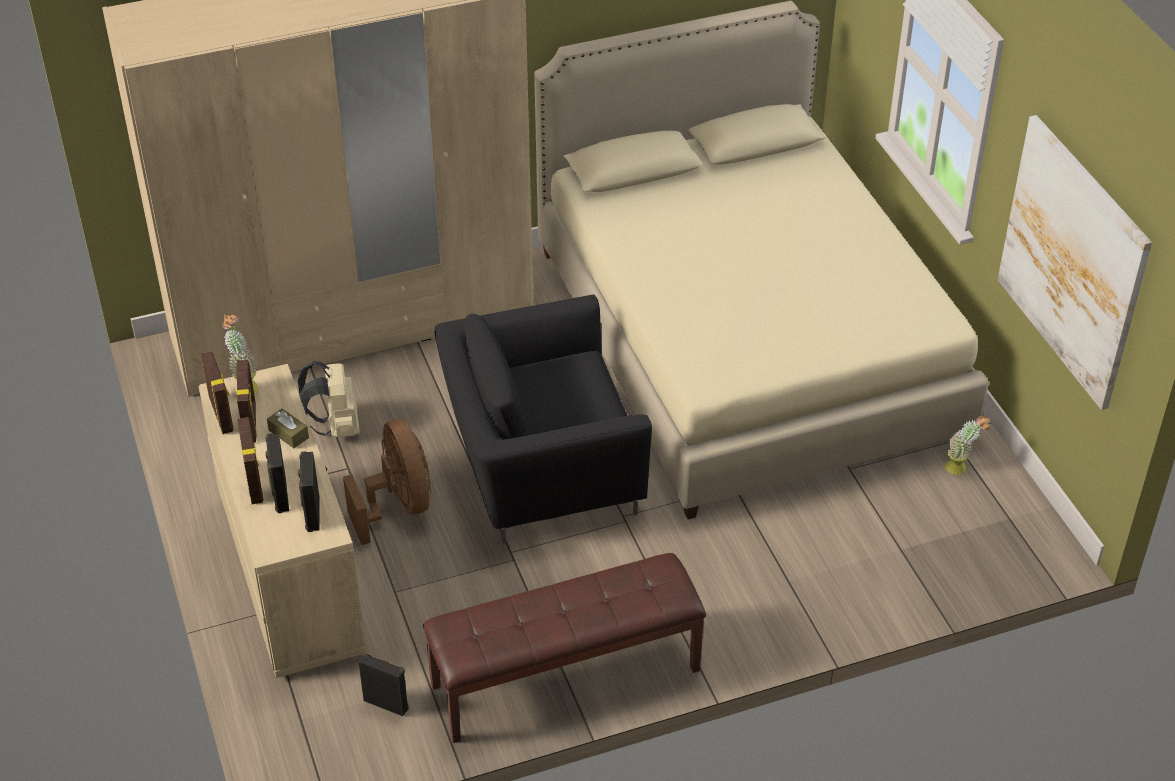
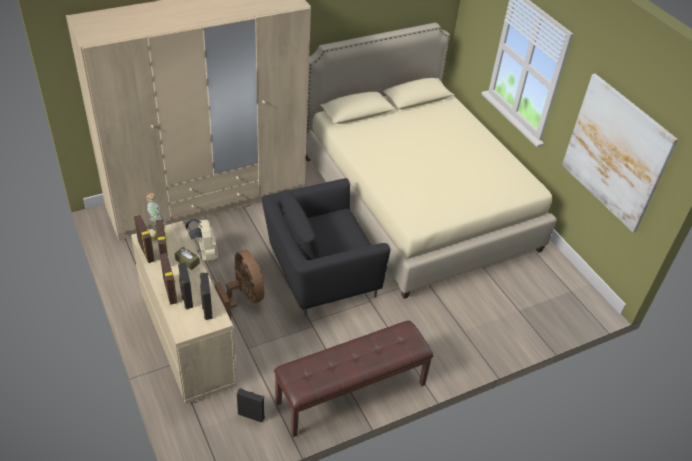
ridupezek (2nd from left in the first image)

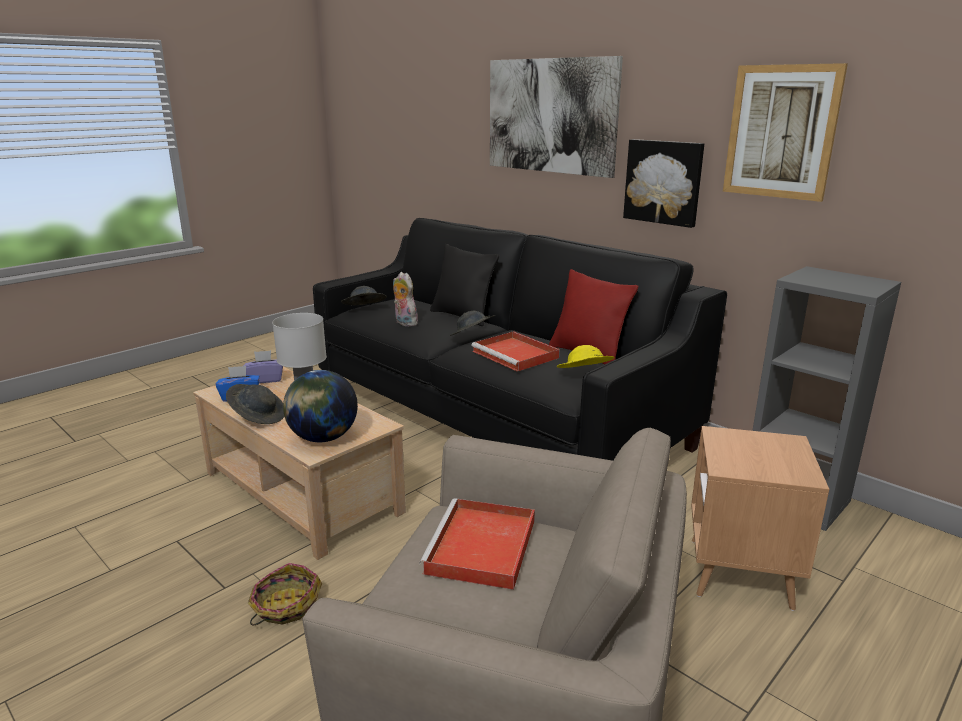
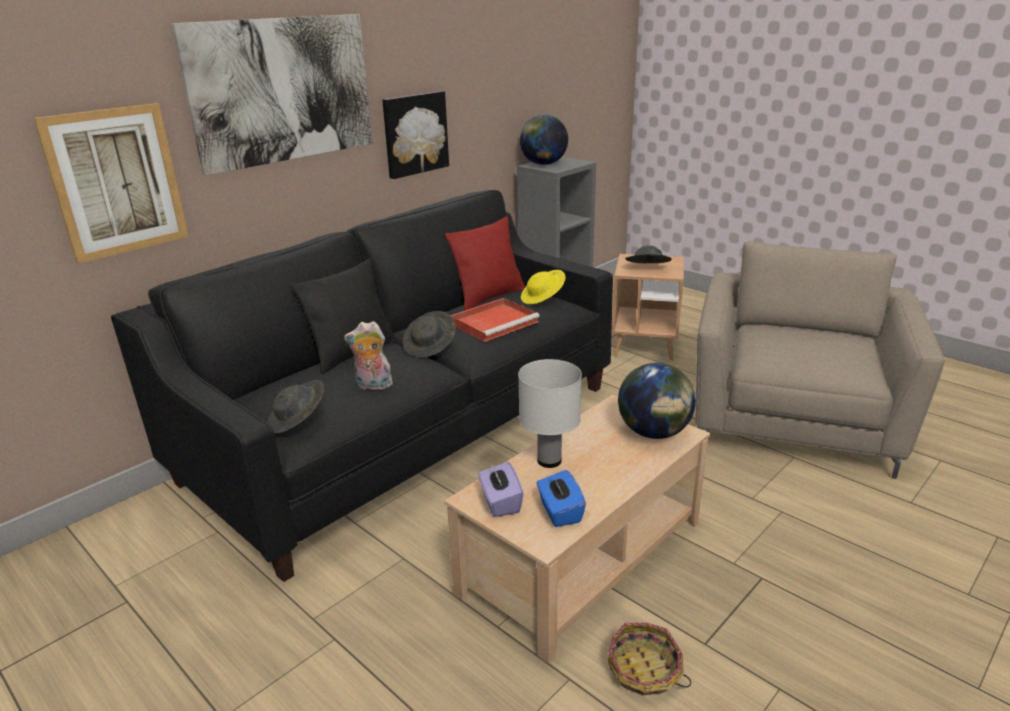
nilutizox (1st from left); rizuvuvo; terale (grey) (3rd from left); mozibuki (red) (1st from left in the first image); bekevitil; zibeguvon (1st from left)

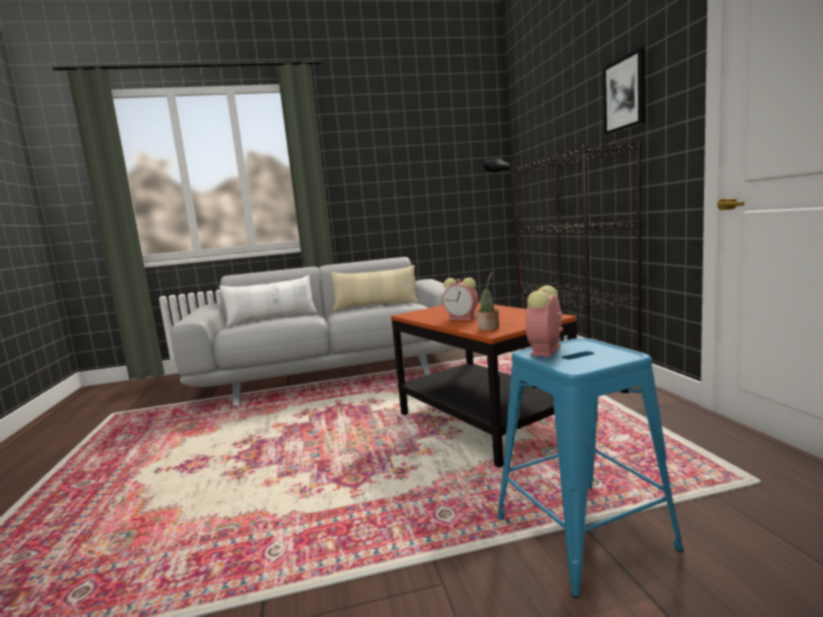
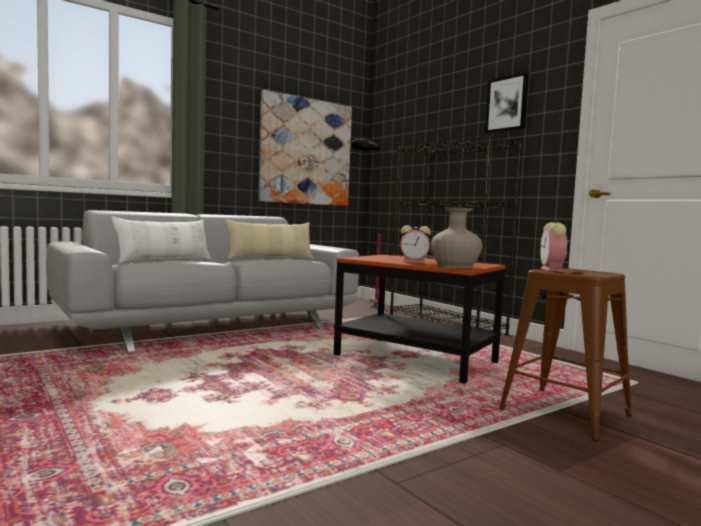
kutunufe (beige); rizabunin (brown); nilutizox (1st from left)

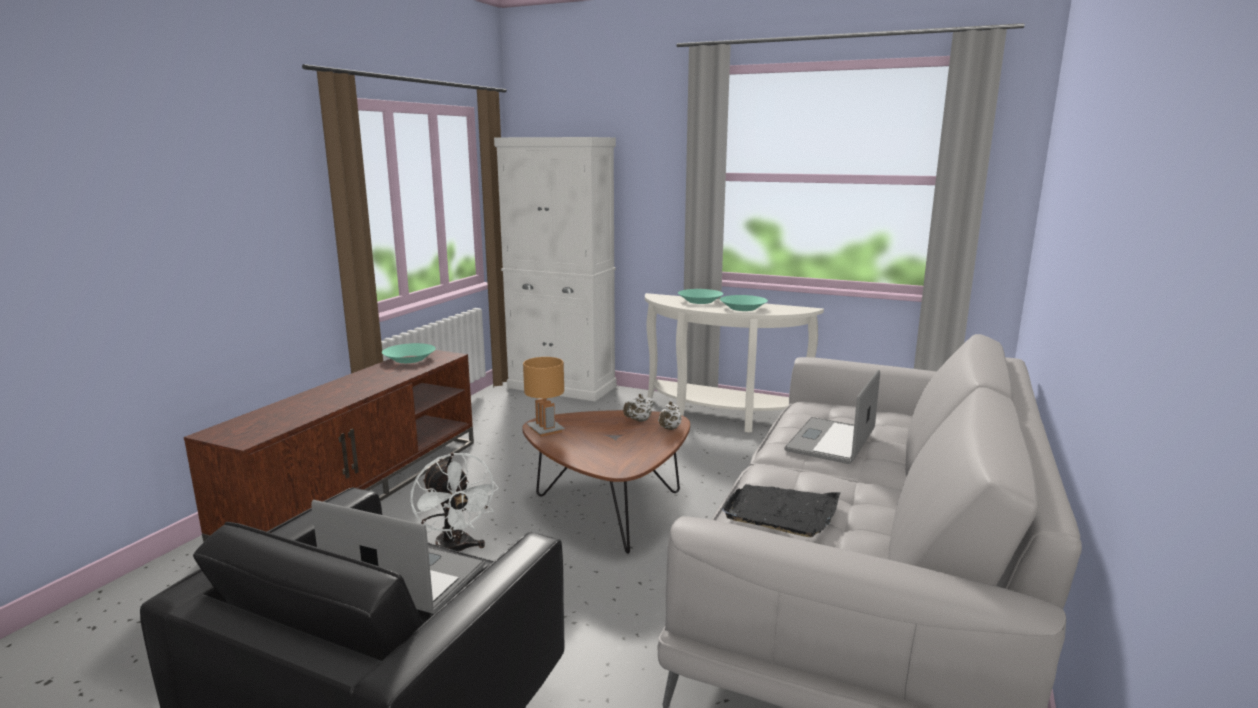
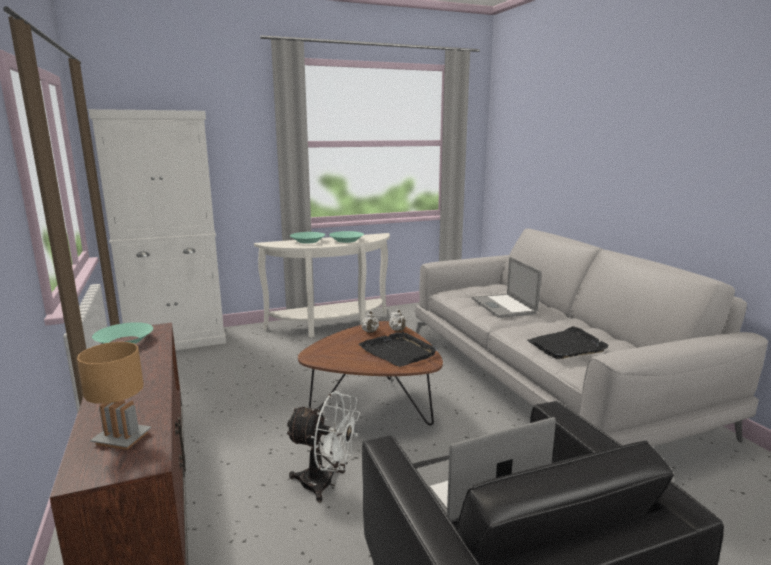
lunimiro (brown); mozibuki (black) (1st from left)

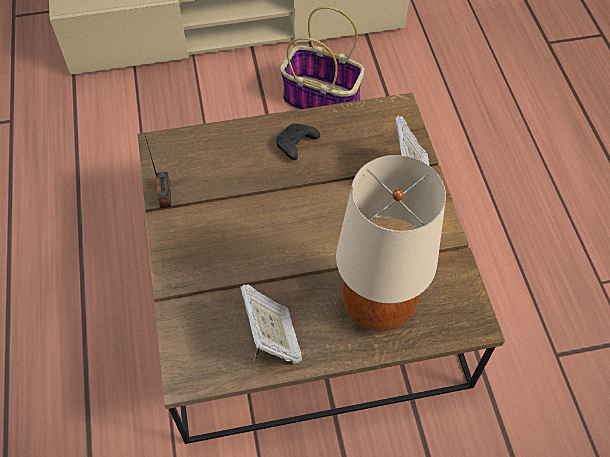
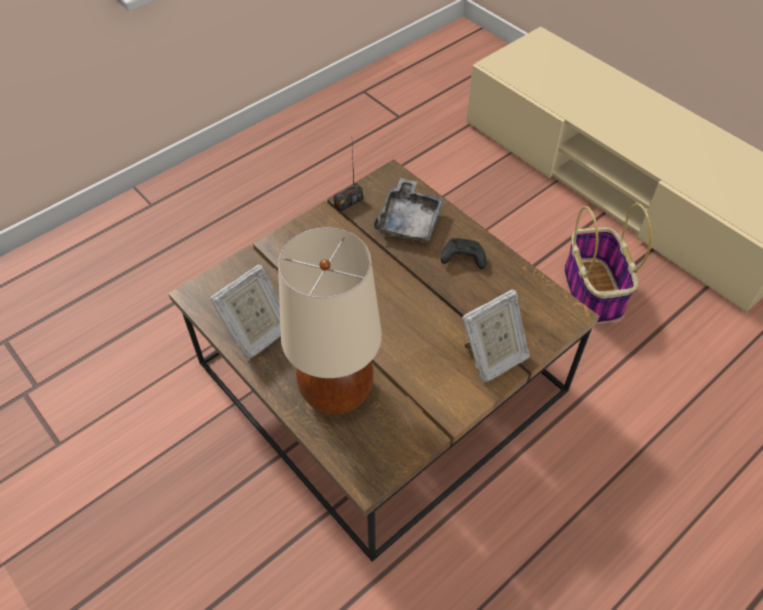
mozibuki (grey)

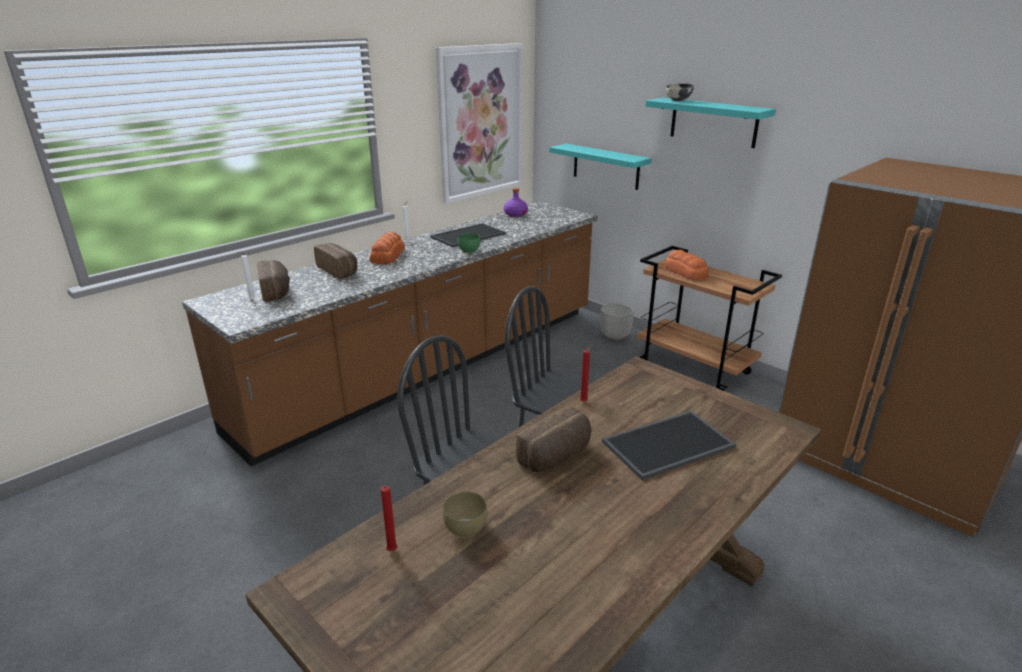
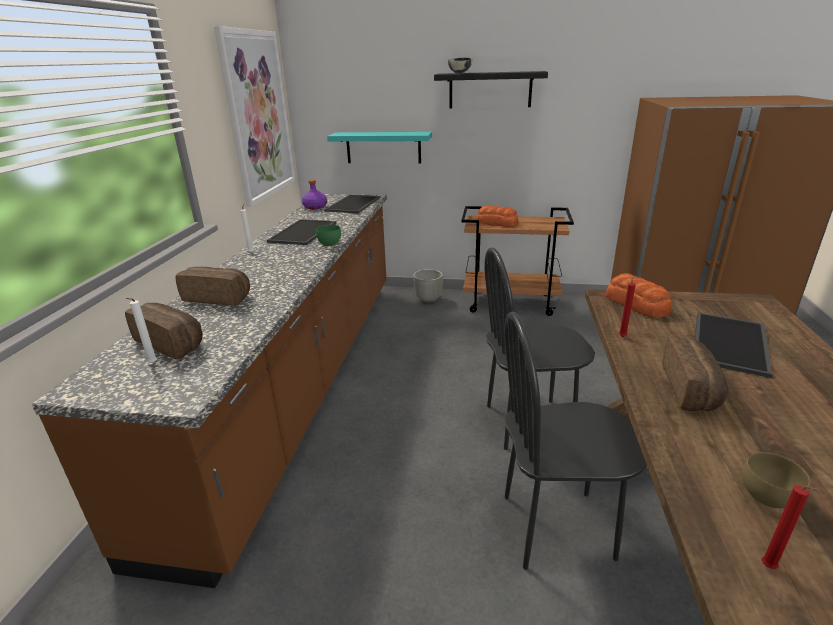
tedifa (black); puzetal (4th from left); mozibuki (2nd from left)

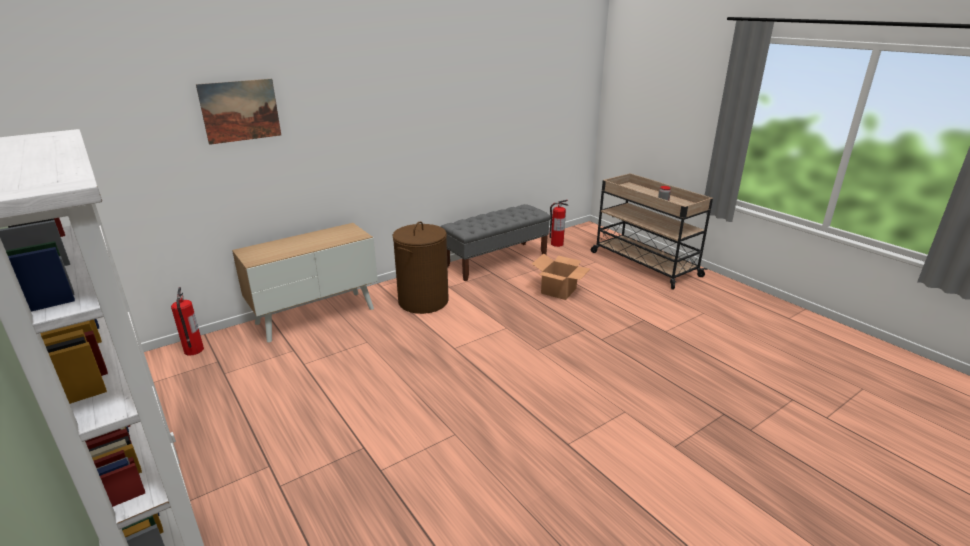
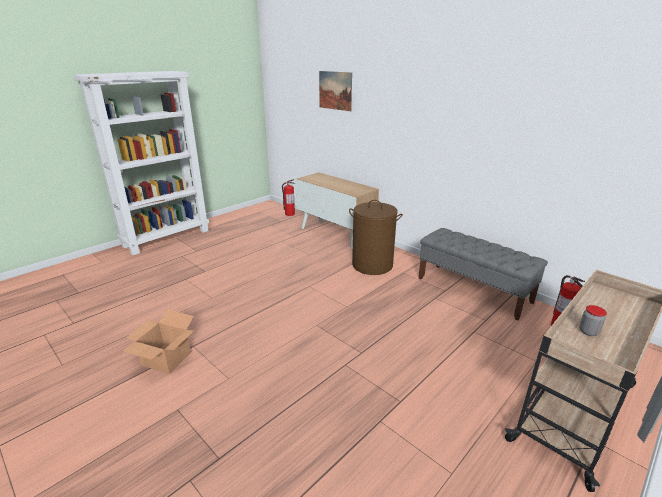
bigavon

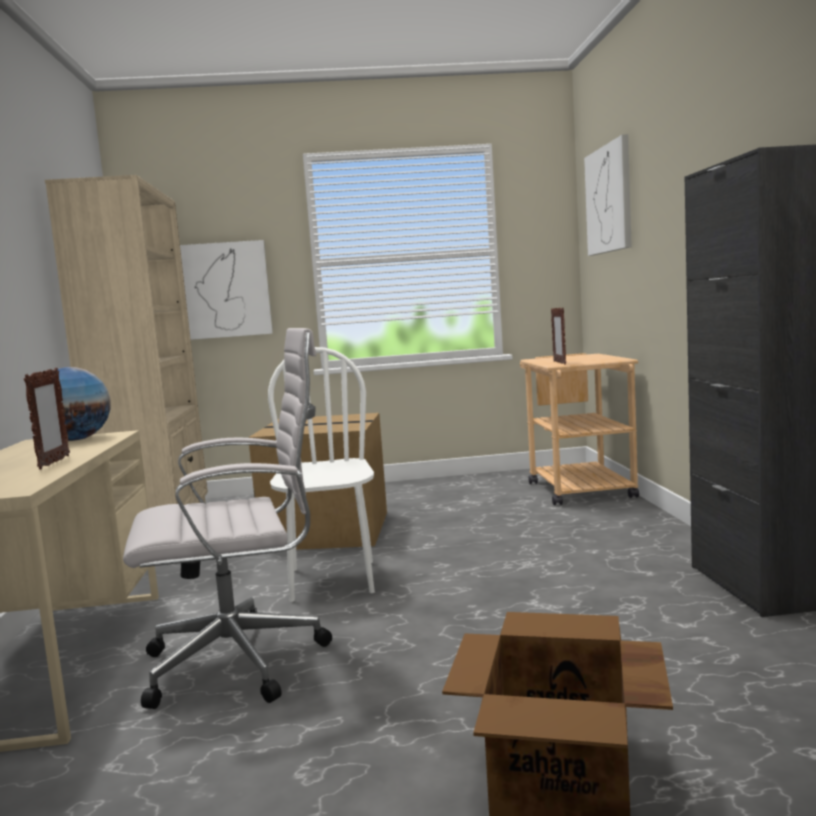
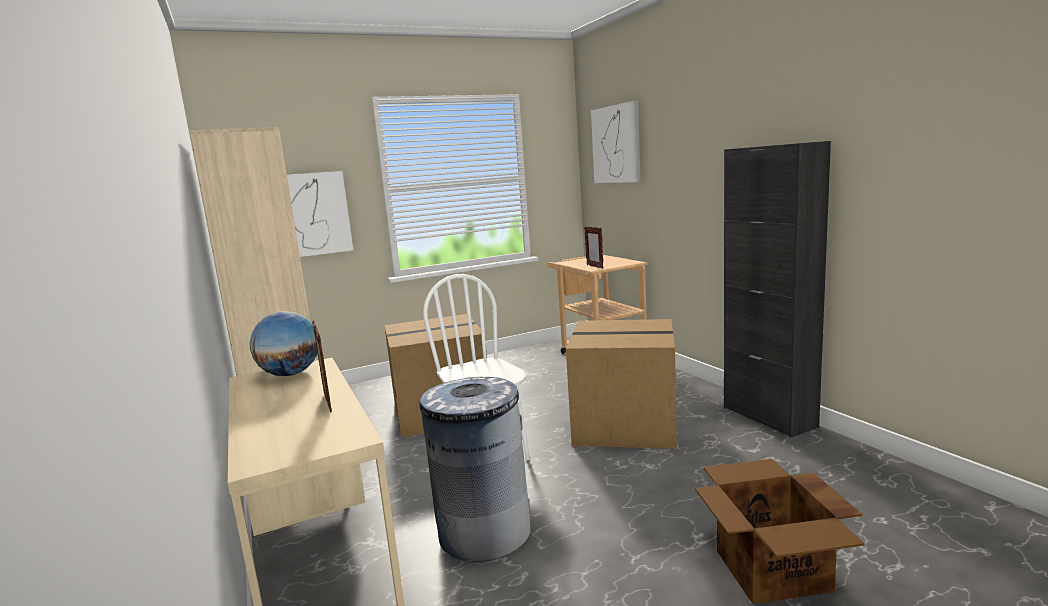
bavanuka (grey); bigavon (2nd from left)

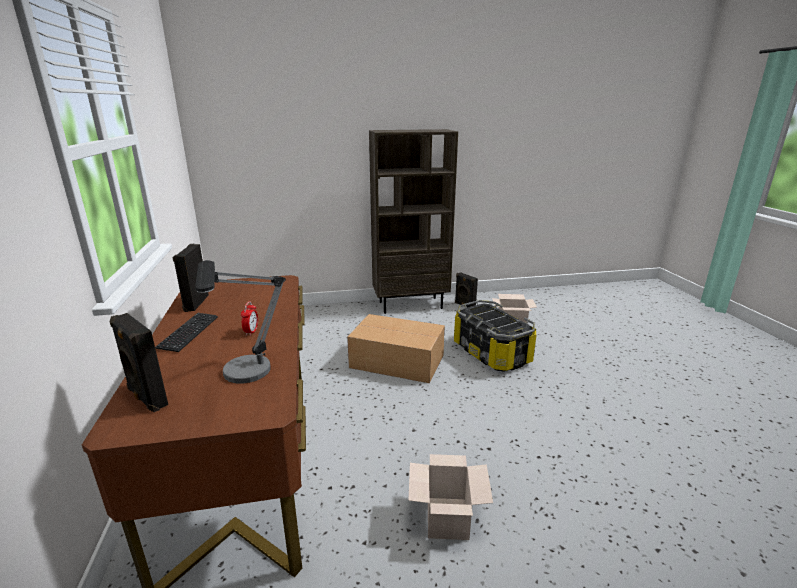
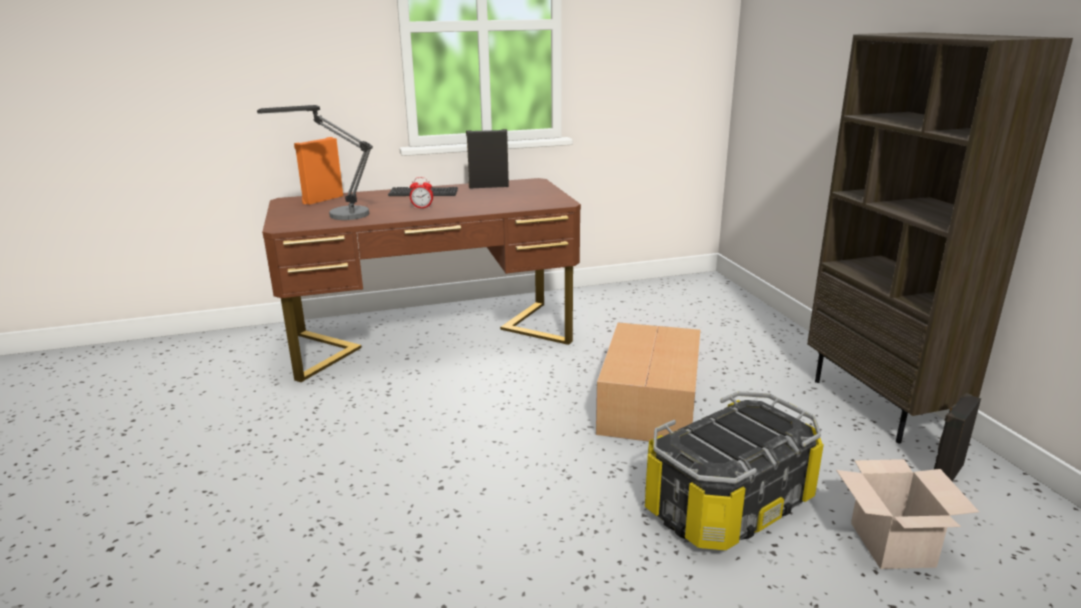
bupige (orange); bigavon (2nd from left in the first image)

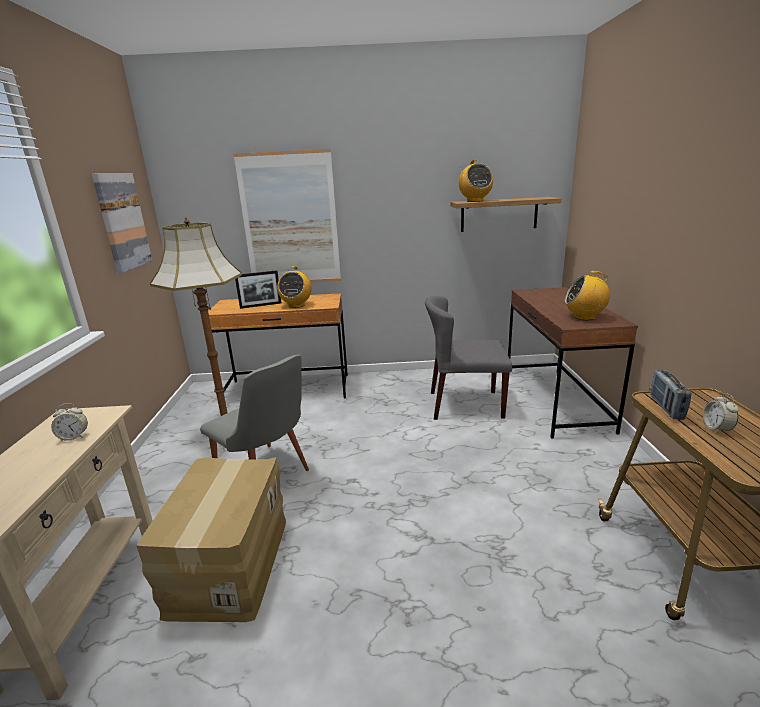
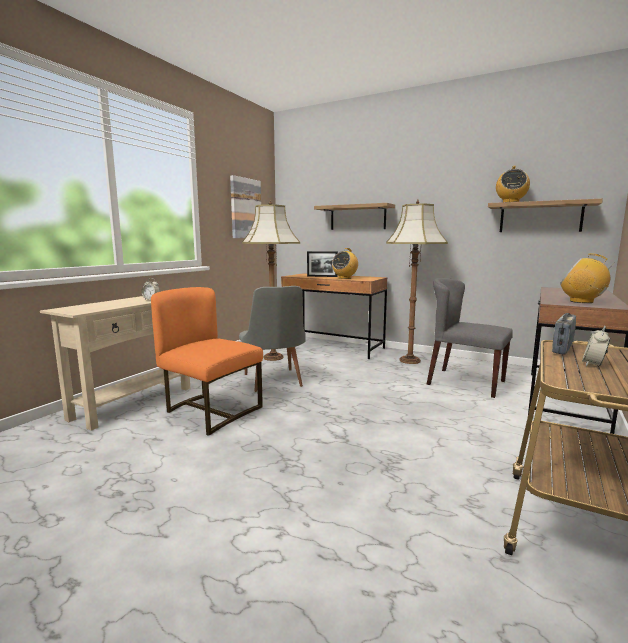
tedifa (1st from left); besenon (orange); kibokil (2nd from left)

